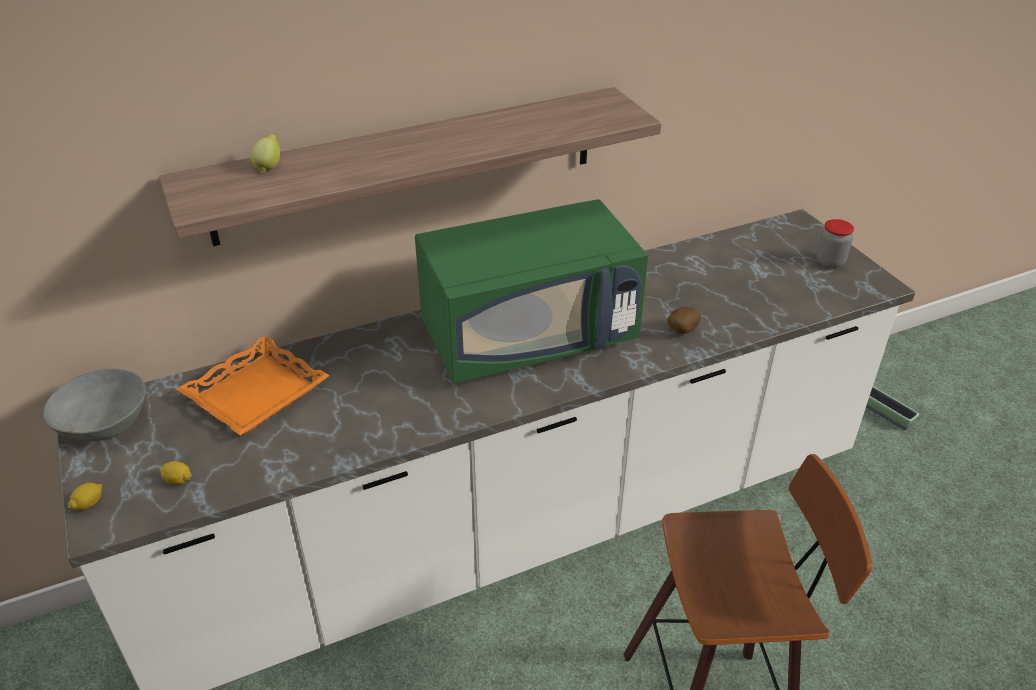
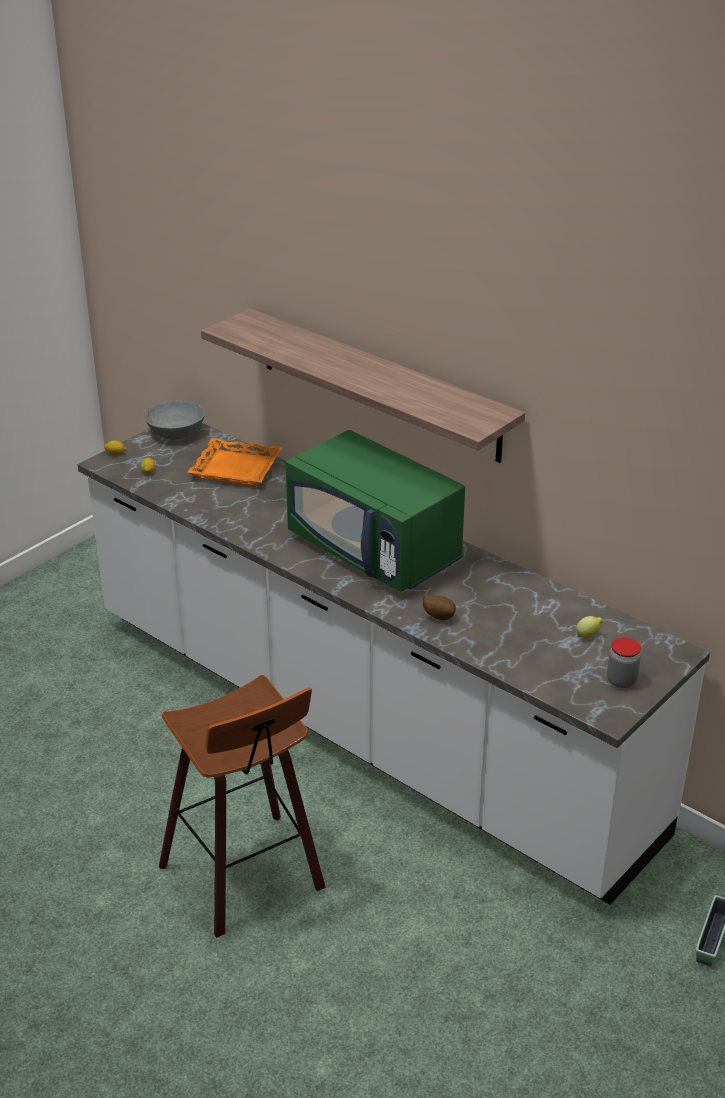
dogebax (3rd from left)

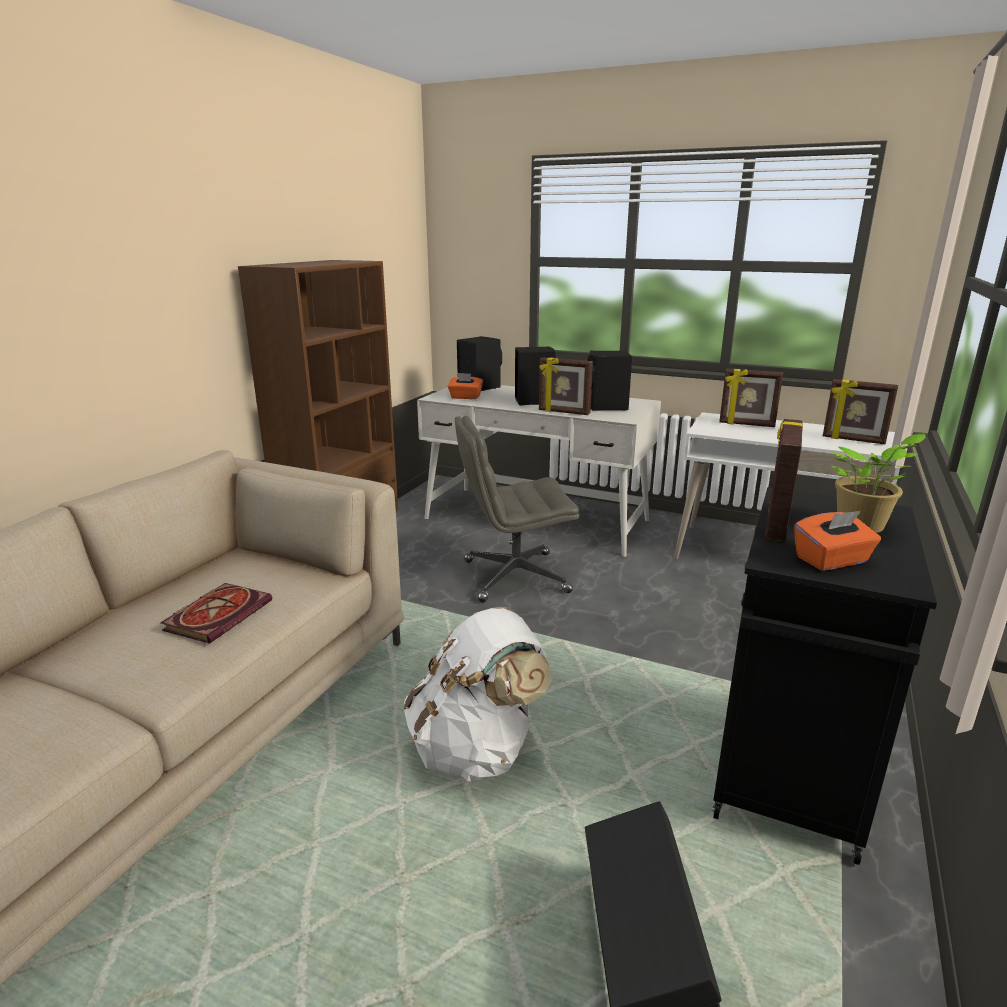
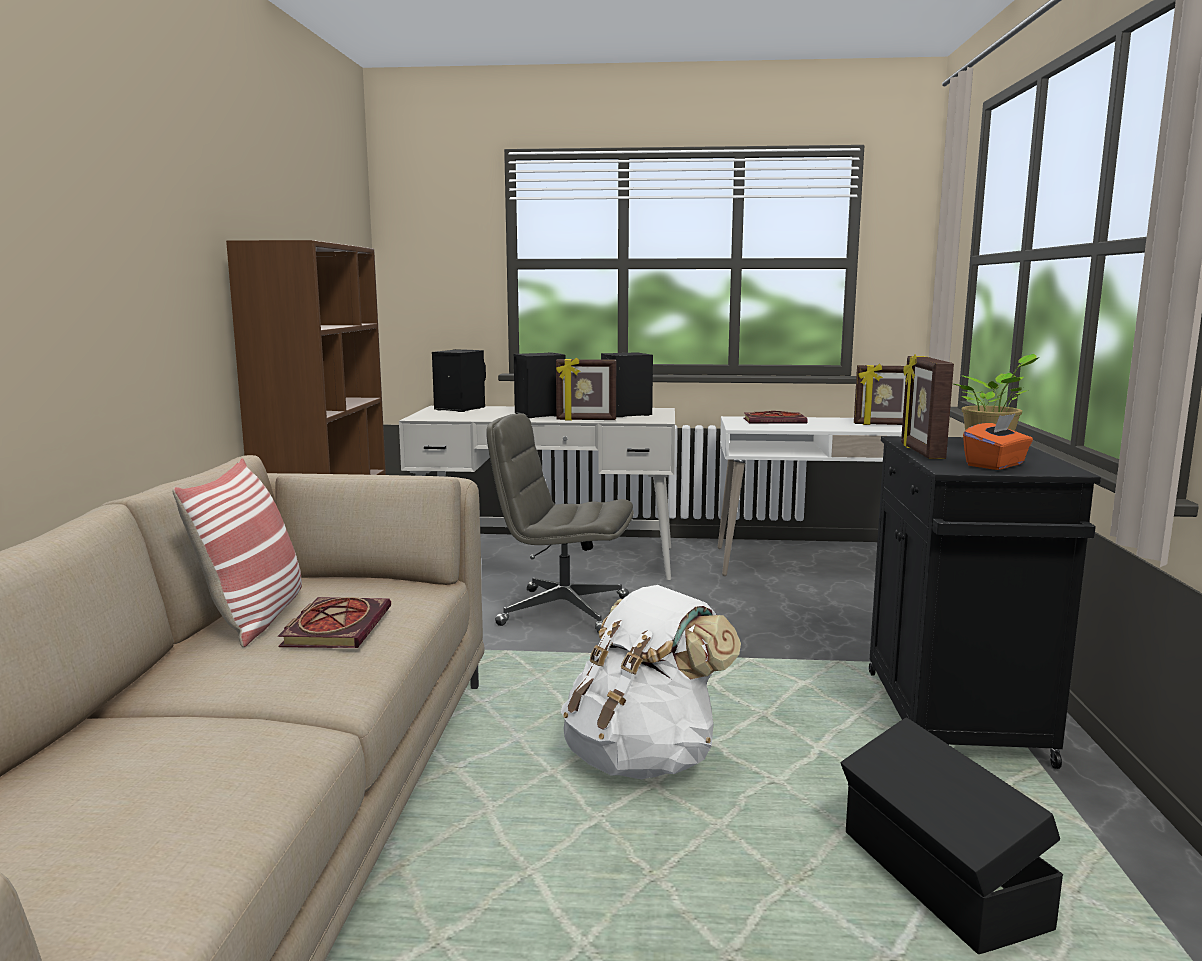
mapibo (2nd from left); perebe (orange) (1st from left in the first image); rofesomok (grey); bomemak

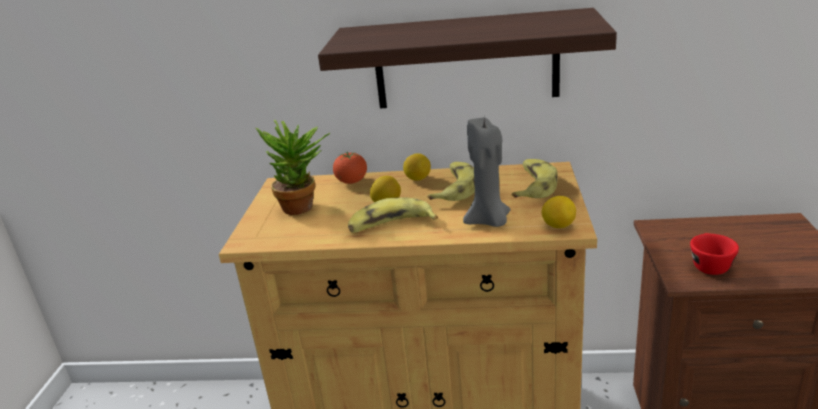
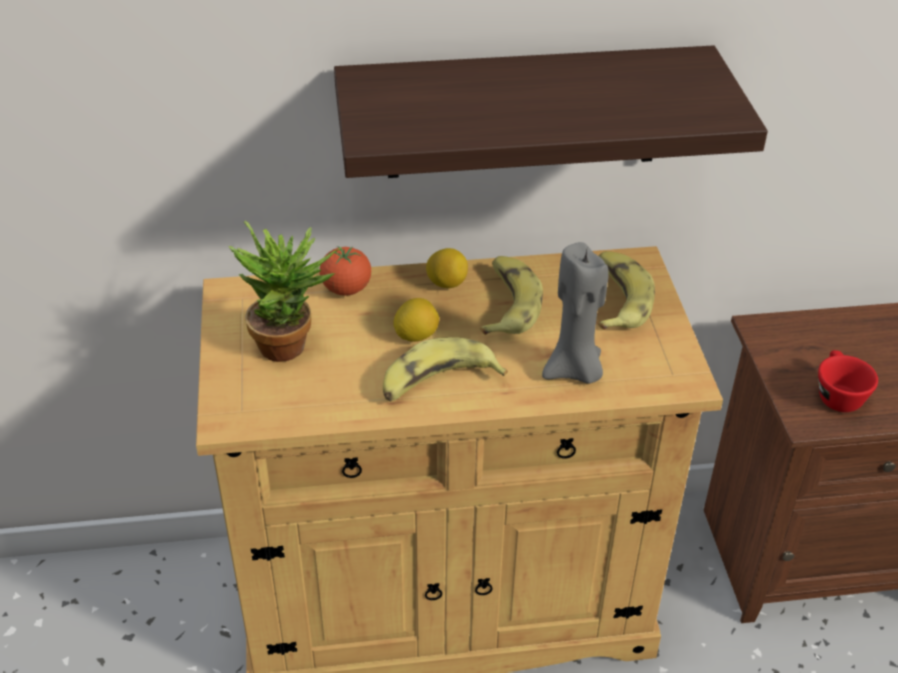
dogebax (3rd from left in the first image)

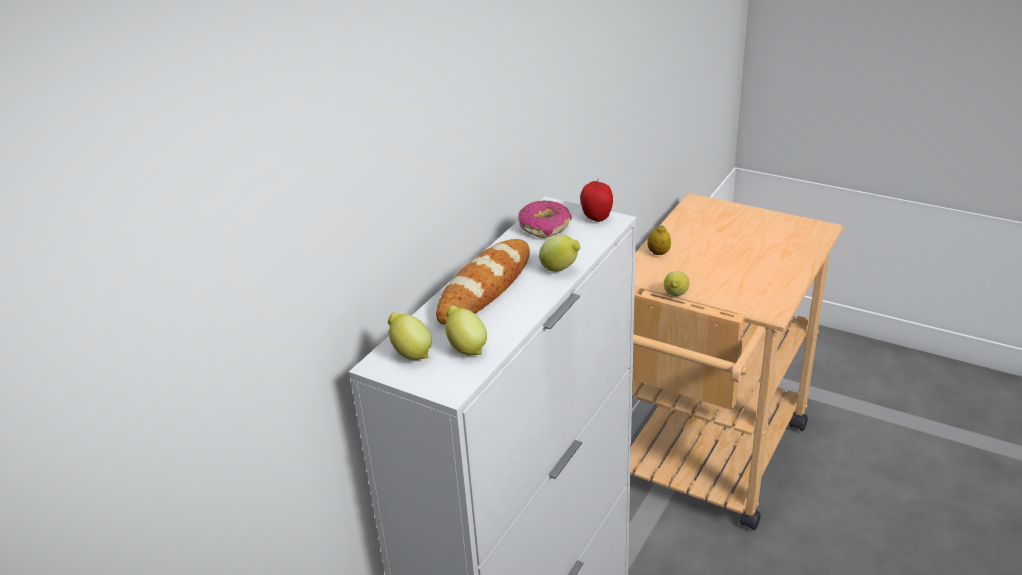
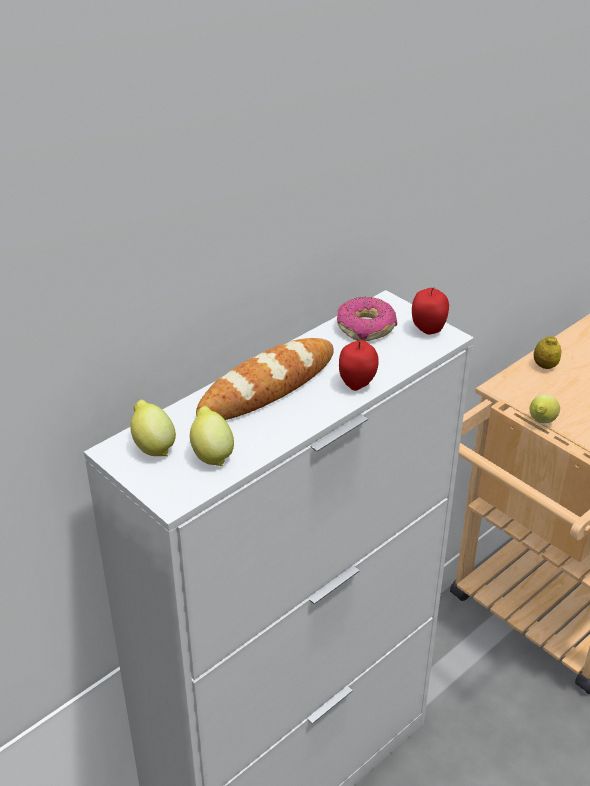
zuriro (1st from left)

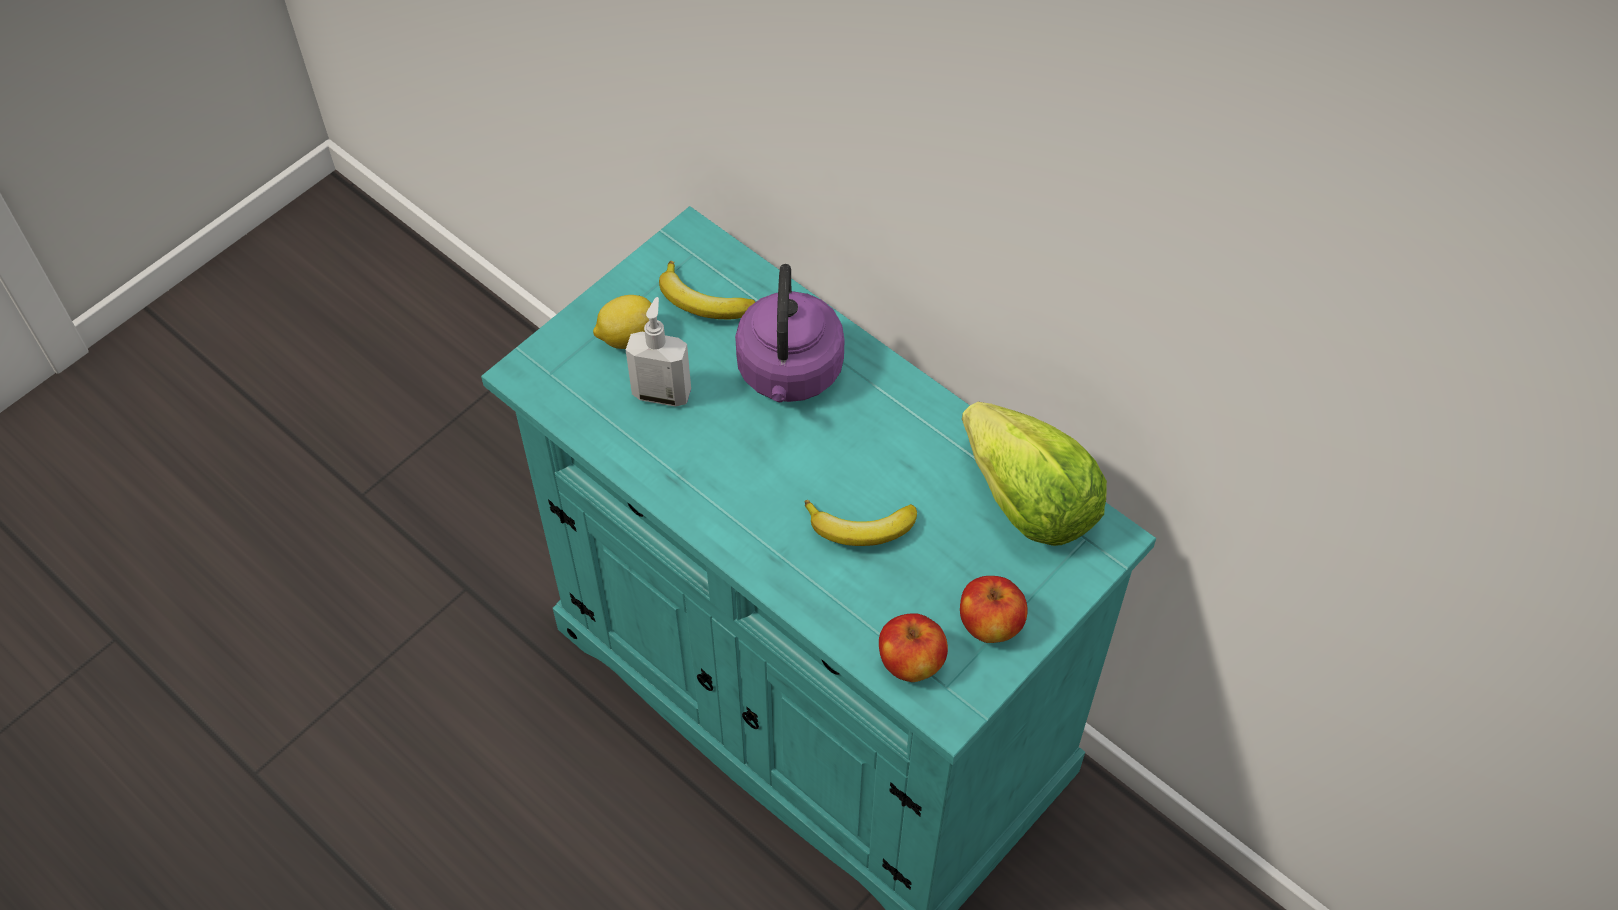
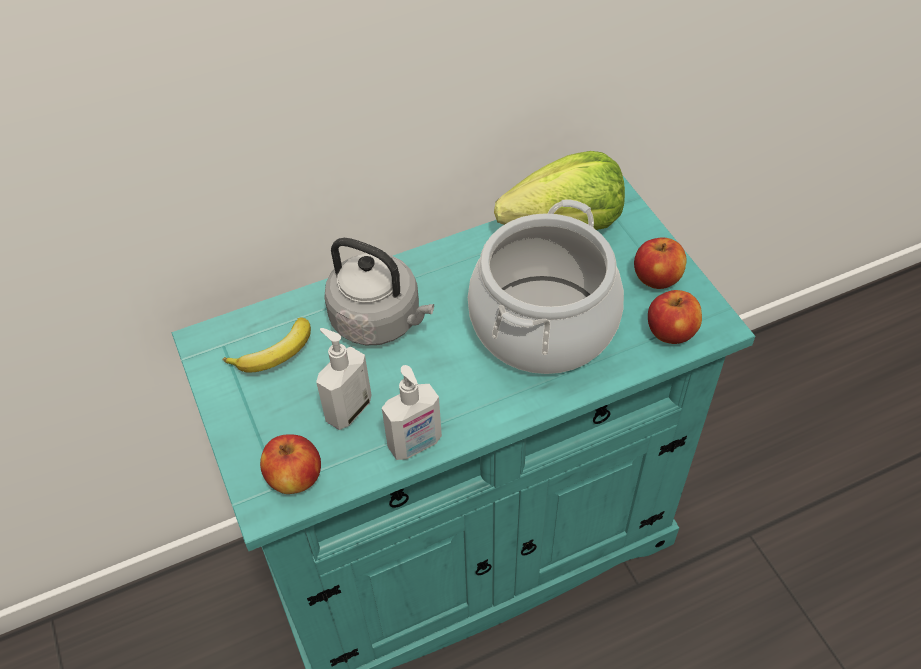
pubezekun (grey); dogebax; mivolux; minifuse (2nd from left); zuriro (1st from left)

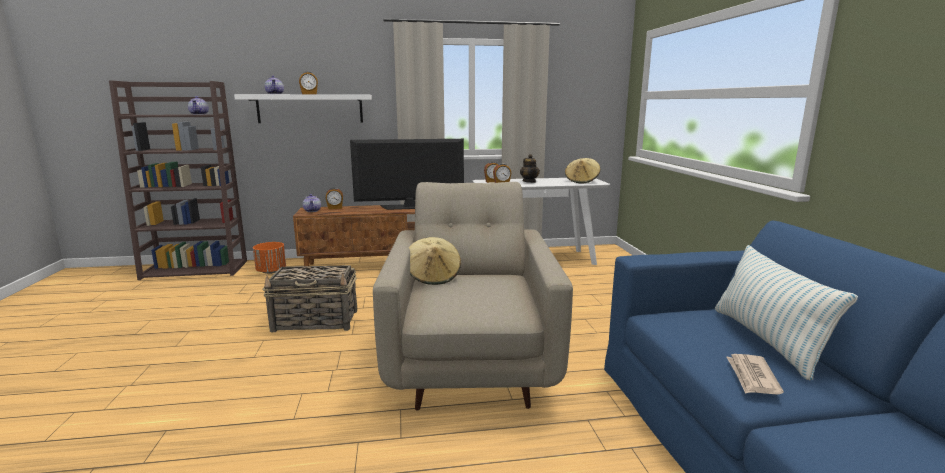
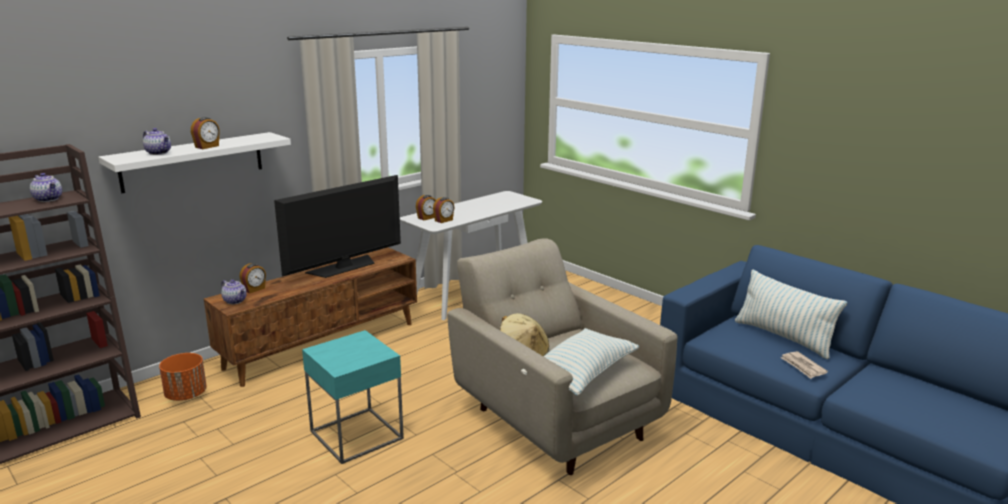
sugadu (4th from left in the first image); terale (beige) (2nd from left in the first image); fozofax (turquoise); bomemak (1st from left)

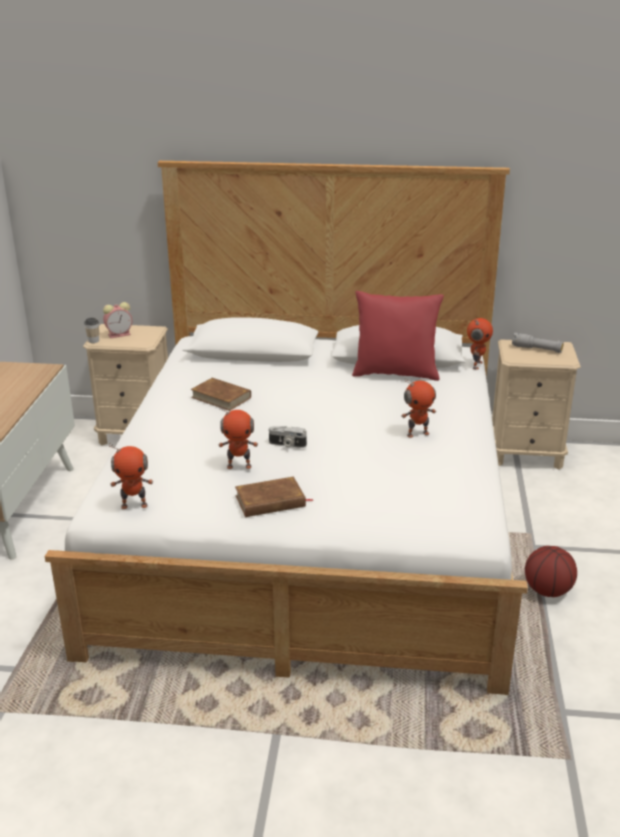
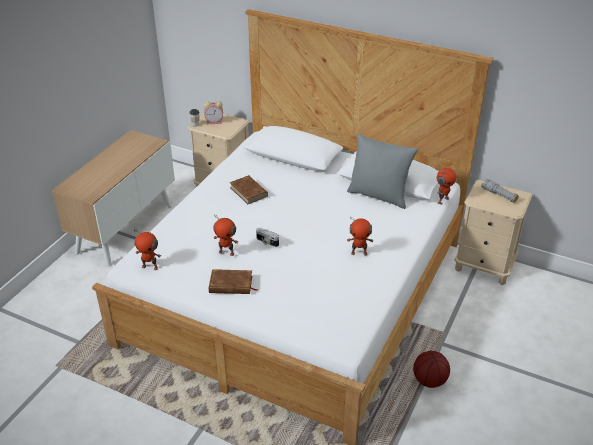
bomemak (grey)

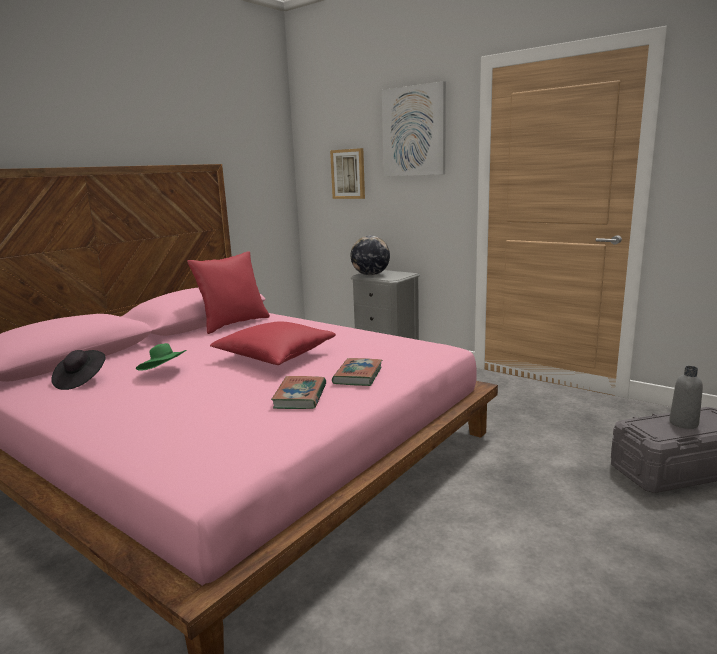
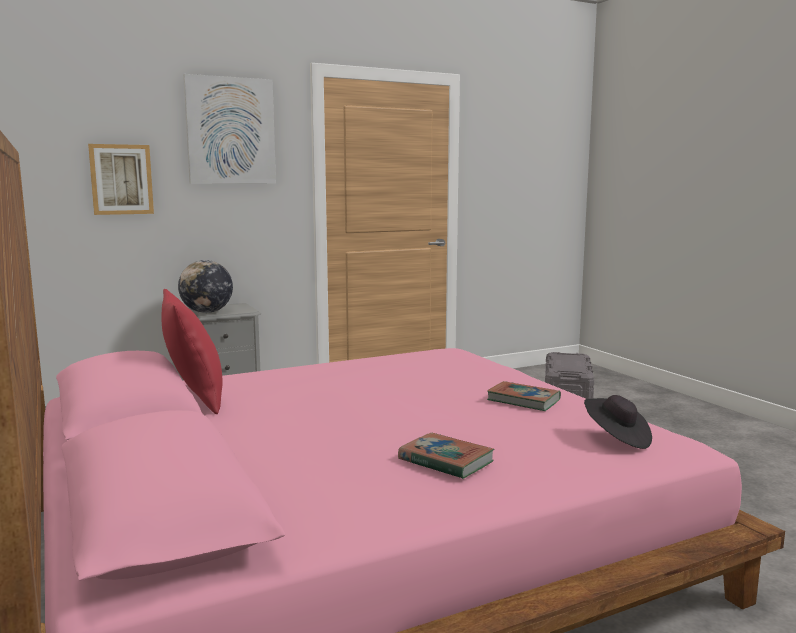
bomemak (red) (2nd from left in the first image); terale (green); terale (black); mapibo (1st from left); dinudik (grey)

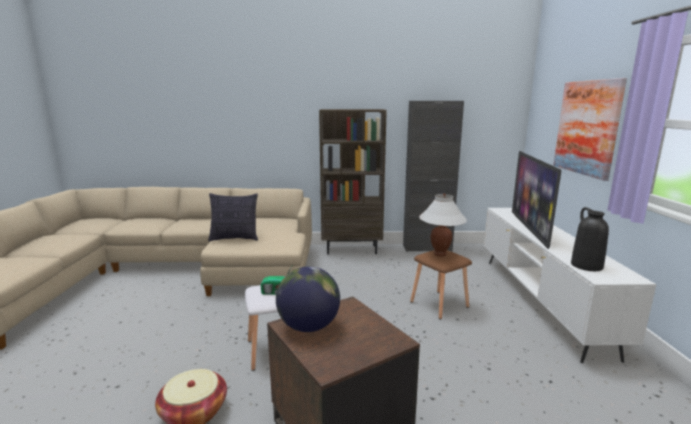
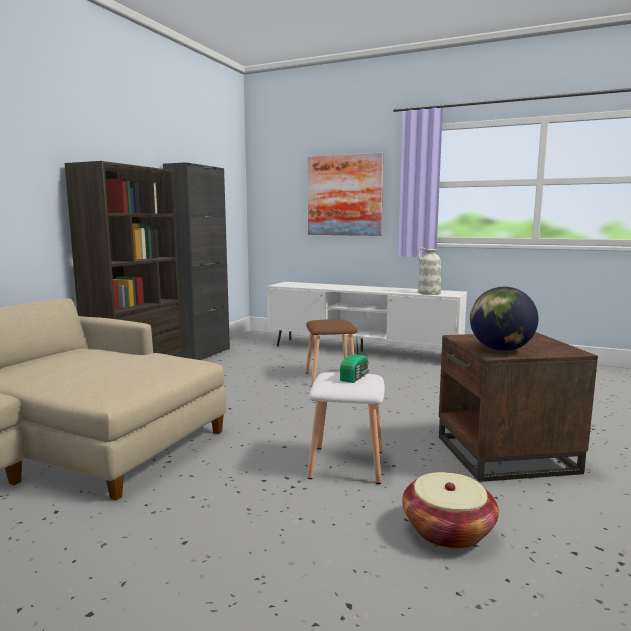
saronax; bomemak; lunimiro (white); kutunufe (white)

